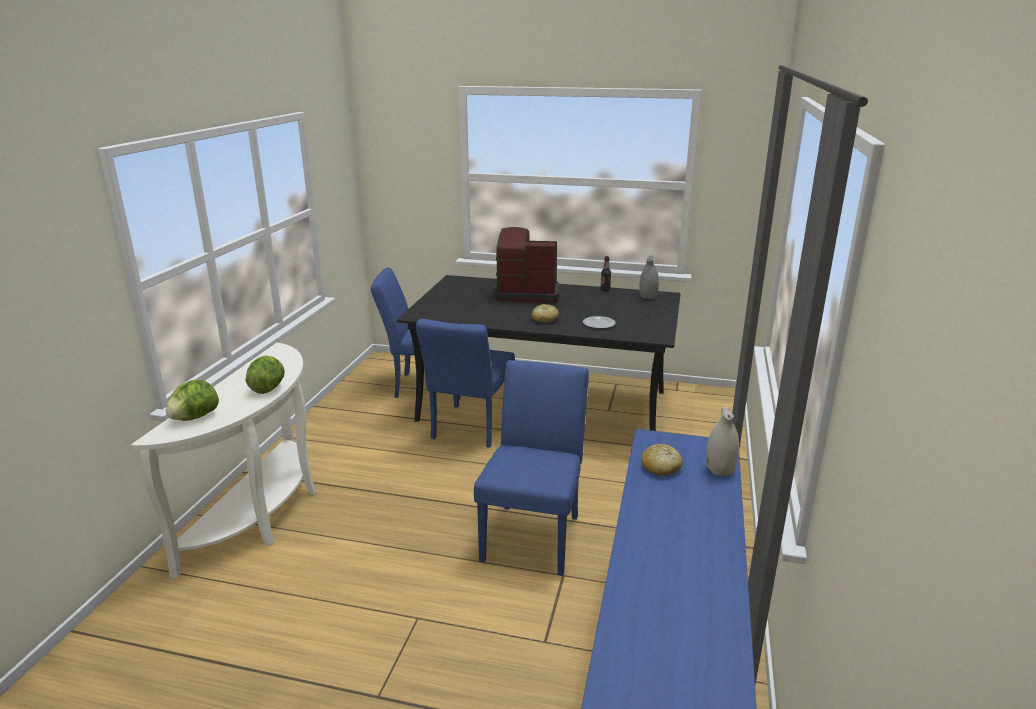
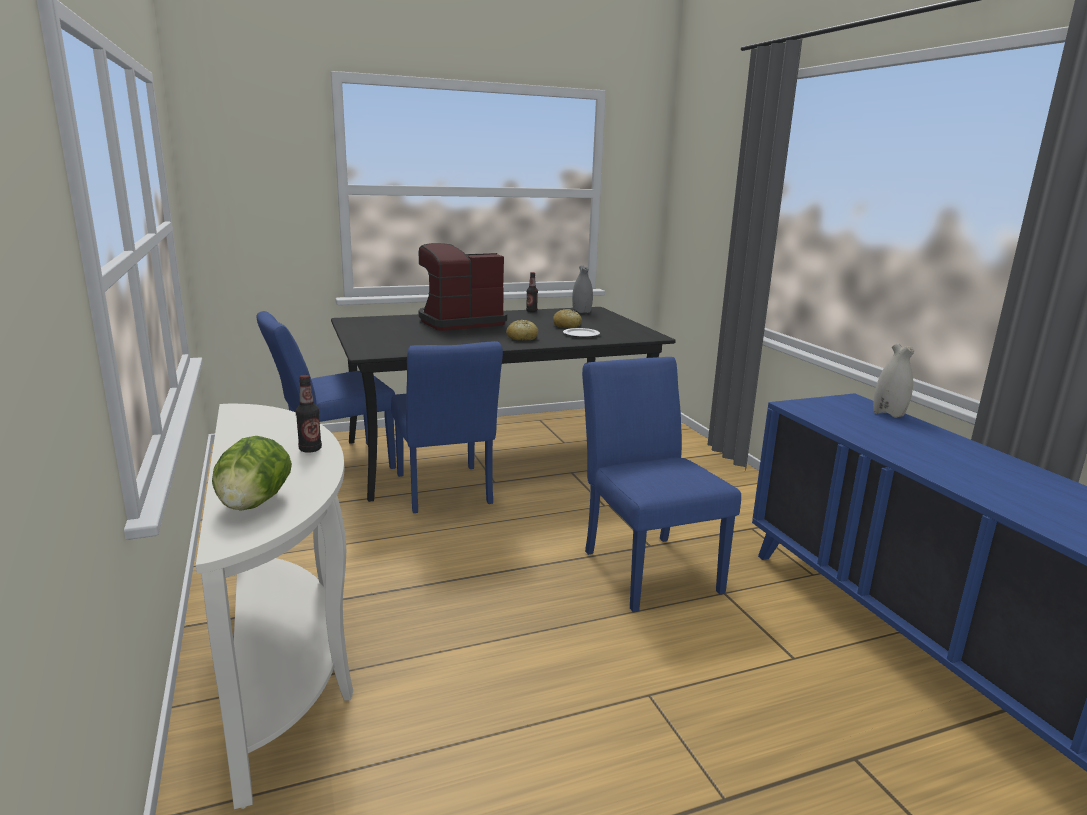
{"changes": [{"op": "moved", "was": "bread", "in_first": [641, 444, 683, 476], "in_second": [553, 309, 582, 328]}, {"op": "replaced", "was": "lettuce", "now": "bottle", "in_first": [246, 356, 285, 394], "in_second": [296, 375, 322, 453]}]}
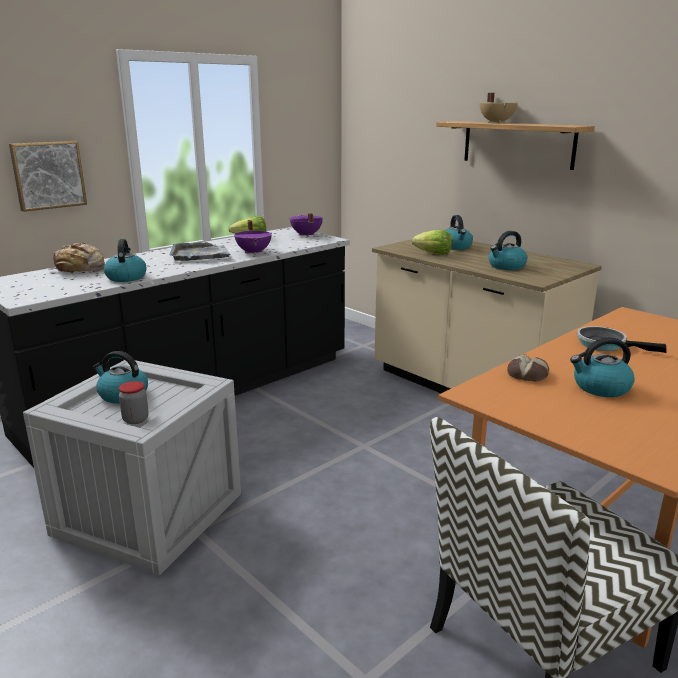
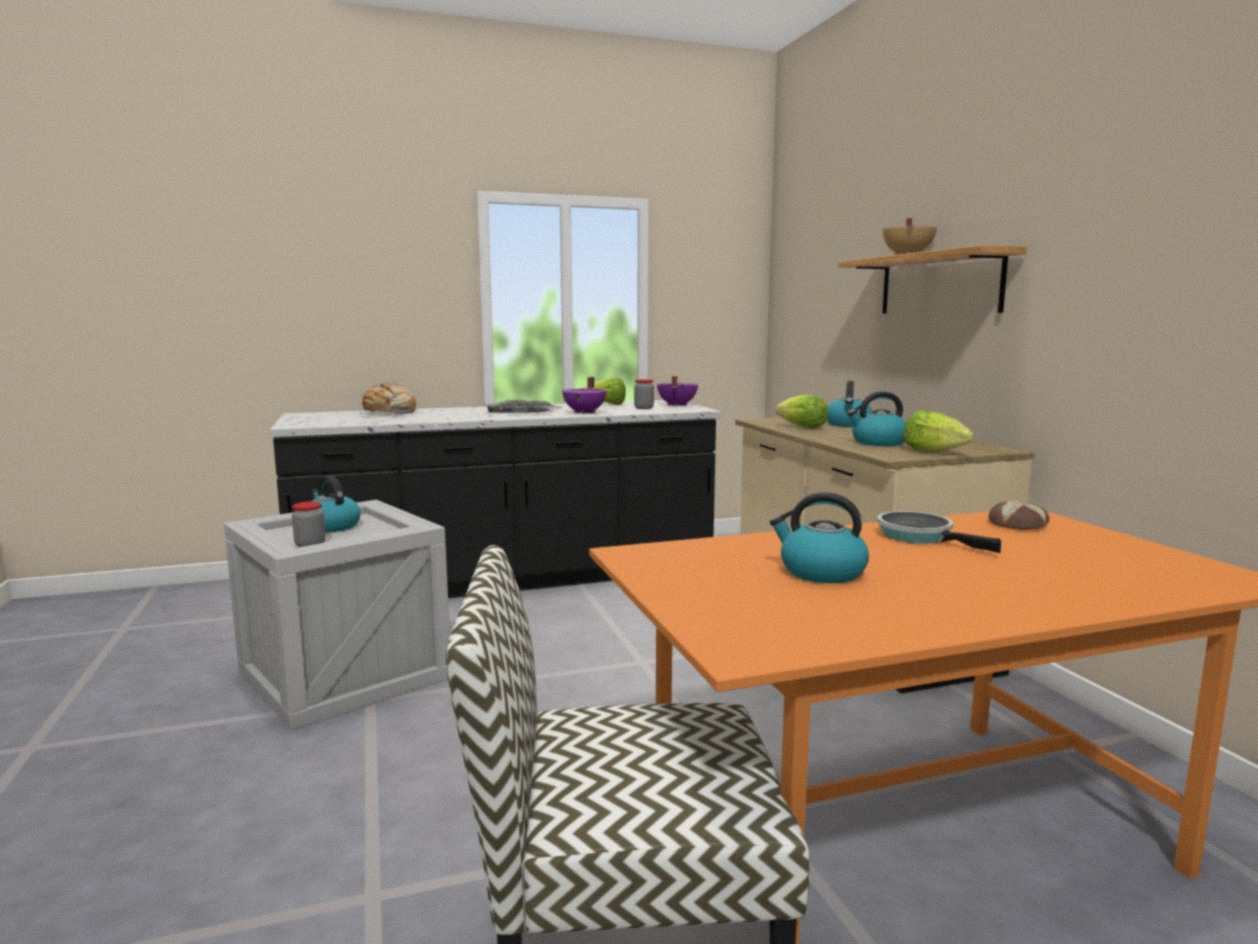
{"changes": [{"op": "removed", "was": "picture", "in_first": [9, 141, 87, 212]}, {"op": "removed", "was": "kettle", "in_first": [104, 239, 147, 282]}, {"op": "added", "now": "jar", "in_second": [634, 379, 654, 409]}, {"op": "added", "now": "lettuce", "in_second": [903, 410, 973, 452]}, {"op": "moved", "was": "bread", "in_first": [507, 354, 549, 382], "in_second": [988, 499, 1049, 530]}]}
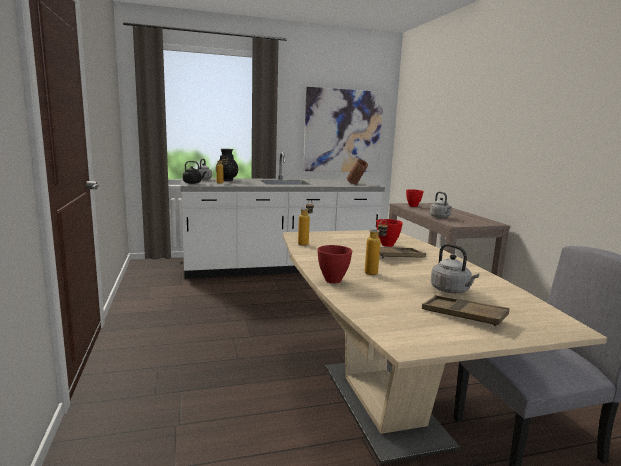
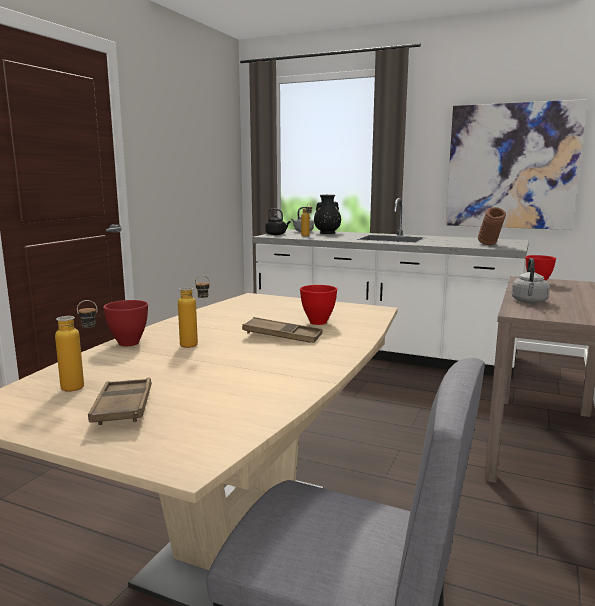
{"changes": [{"op": "removed", "was": "grey_kettle", "in_first": [431, 244, 479, 293]}, {"op": "moved", "was": "bottle", "in_first": [298, 200, 314, 246], "in_second": [55, 300, 98, 392]}]}
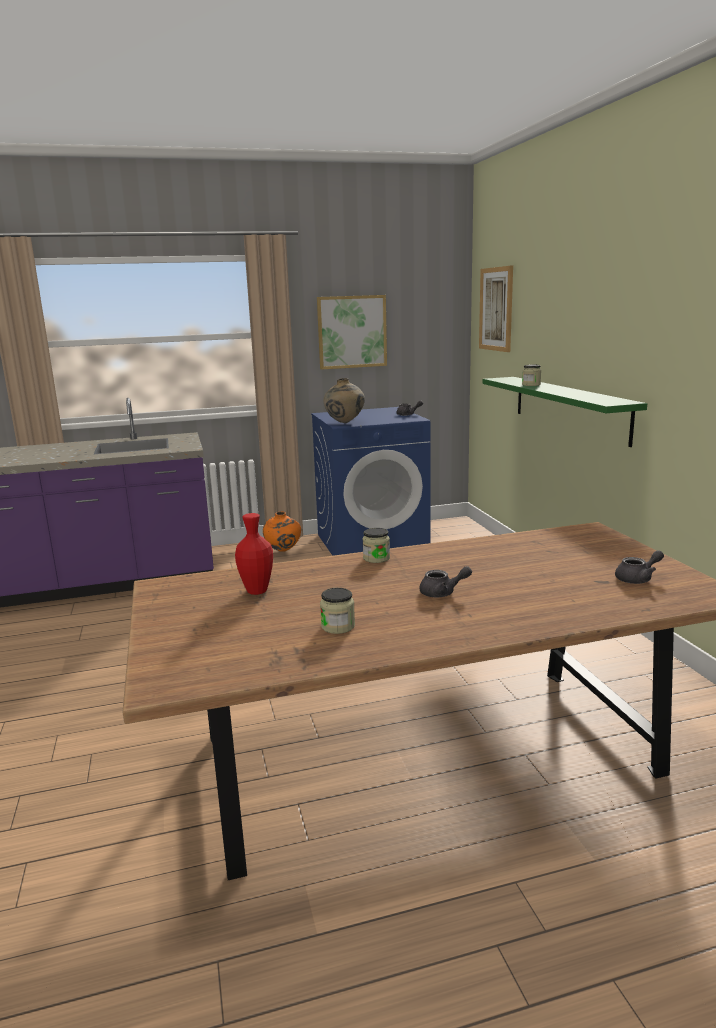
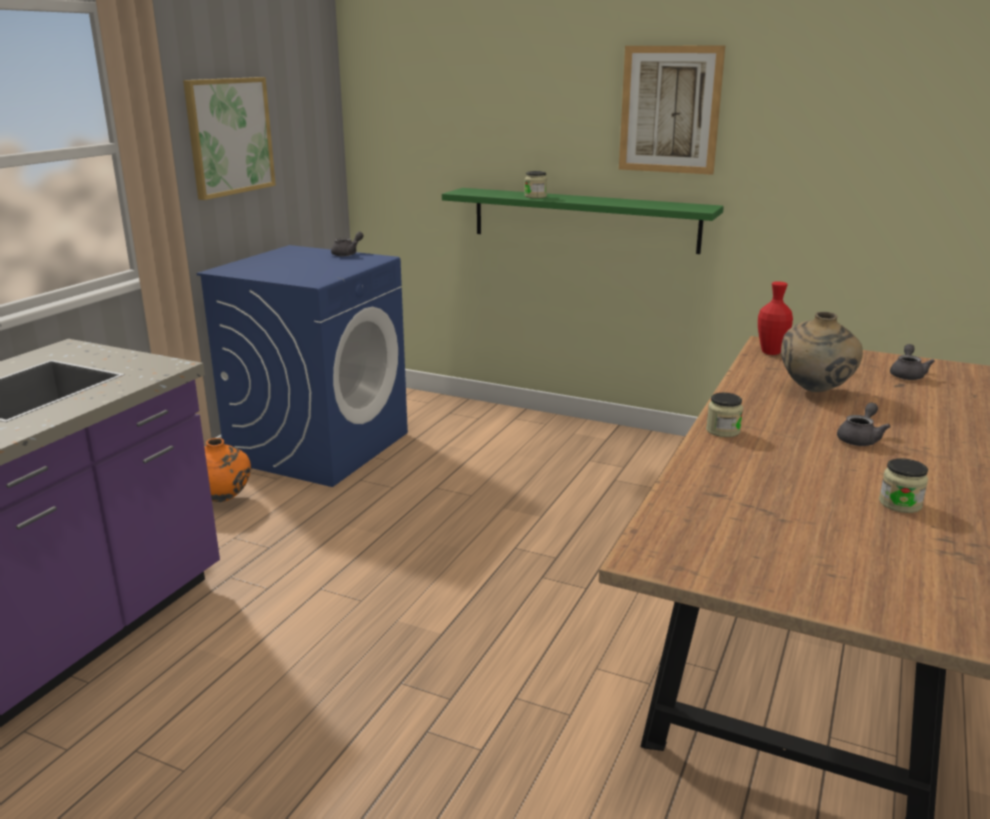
{"changes": [{"op": "moved", "was": "red_vase", "in_first": [235, 513, 273, 595], "in_second": [758, 281, 793, 355]}, {"op": "moved", "was": "beige_vase", "in_first": [324, 378, 365, 423], "in_second": [781, 312, 863, 392]}, {"op": "moved", "was": "picture", "in_first": [479, 265, 513, 352], "in_second": [619, 46, 725, 175]}]}
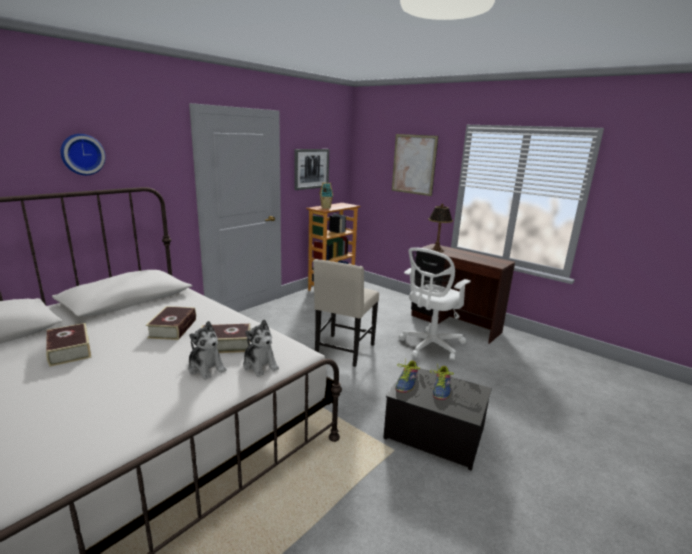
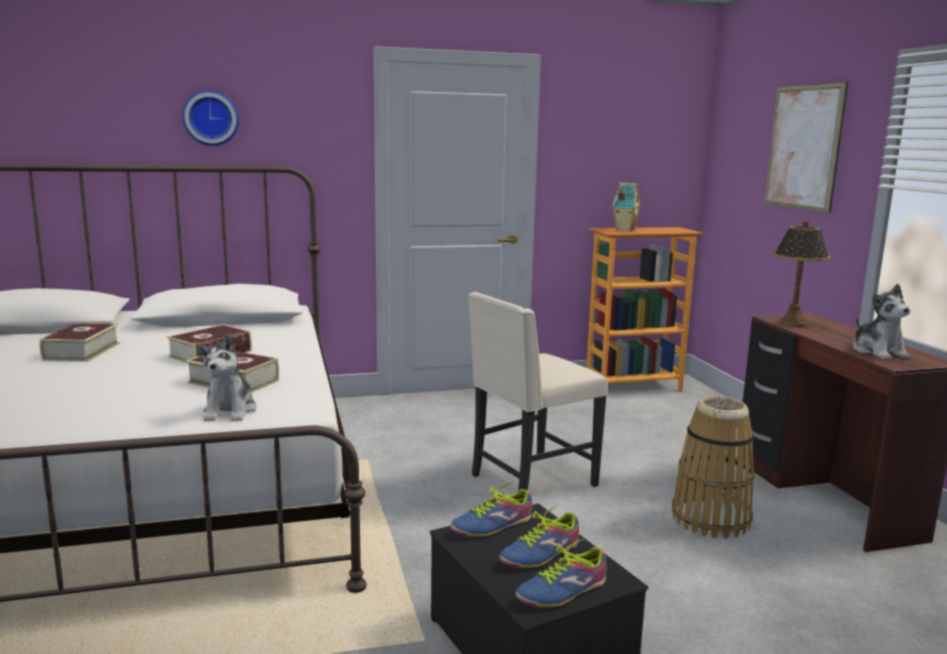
{"changes": [{"op": "removed", "was": "picture", "in_first": [294, 149, 329, 190]}, {"op": "added", "now": "shoe", "in_second": [516, 537, 607, 607]}, {"op": "moved", "was": "plush_toy", "in_first": [188, 321, 227, 380], "in_second": [853, 284, 910, 359]}, {"op": "replaced", "was": "white_office_chair", "now": "basket", "in_first": [399, 247, 471, 361], "in_second": [672, 396, 755, 539]}]}
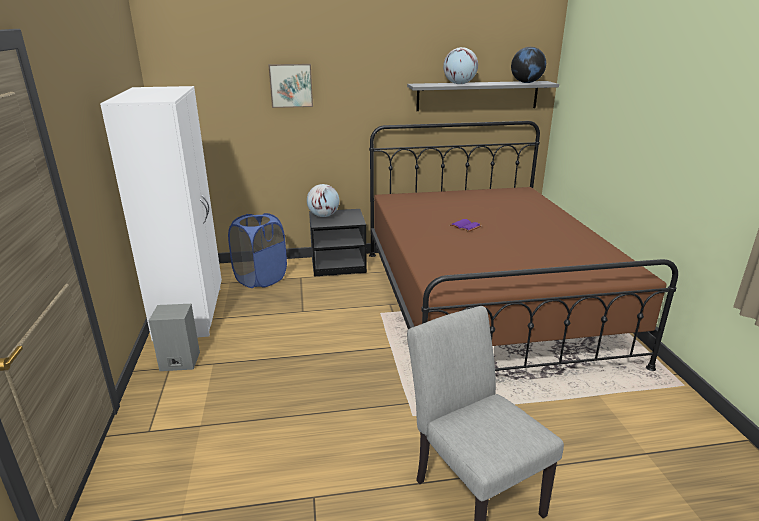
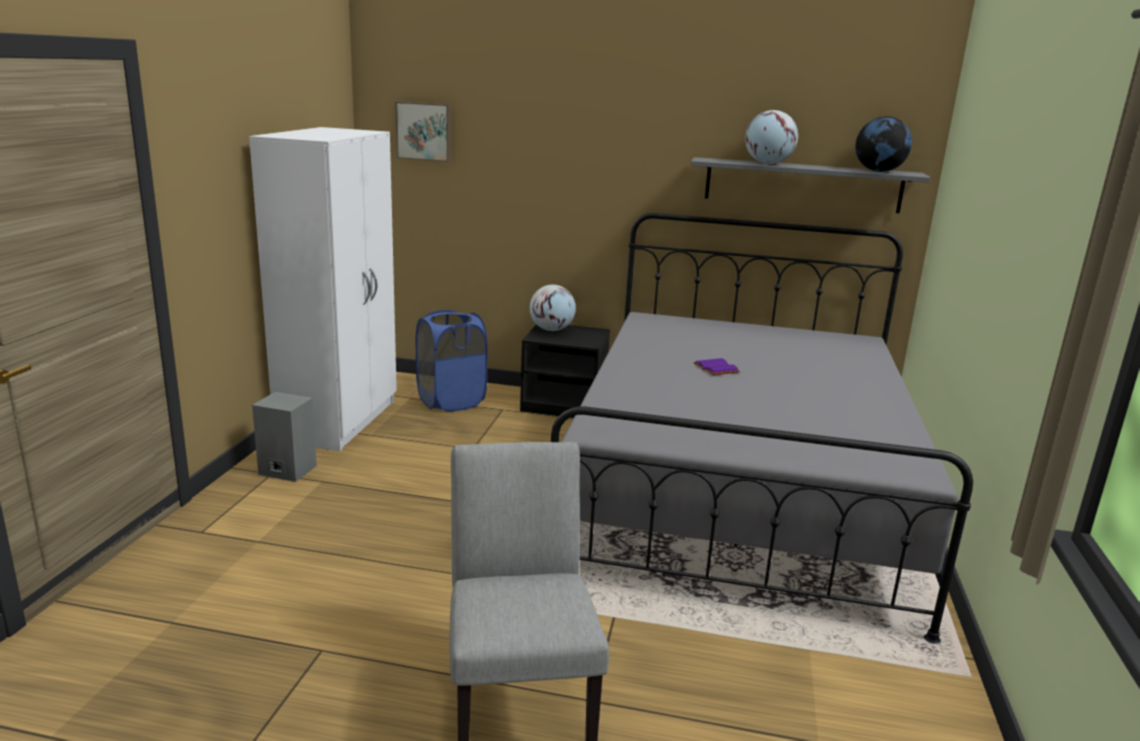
{"changes": [{"op": "moved", "was": "picture", "in_first": [269, 64, 313, 108], "in_second": [395, 101, 450, 162]}, {"op": "recoloured", "was": "brown_bed", "now": "grey_bed", "in_first": [369, 121, 678, 371], "in_second": [551, 213, 973, 644]}]}
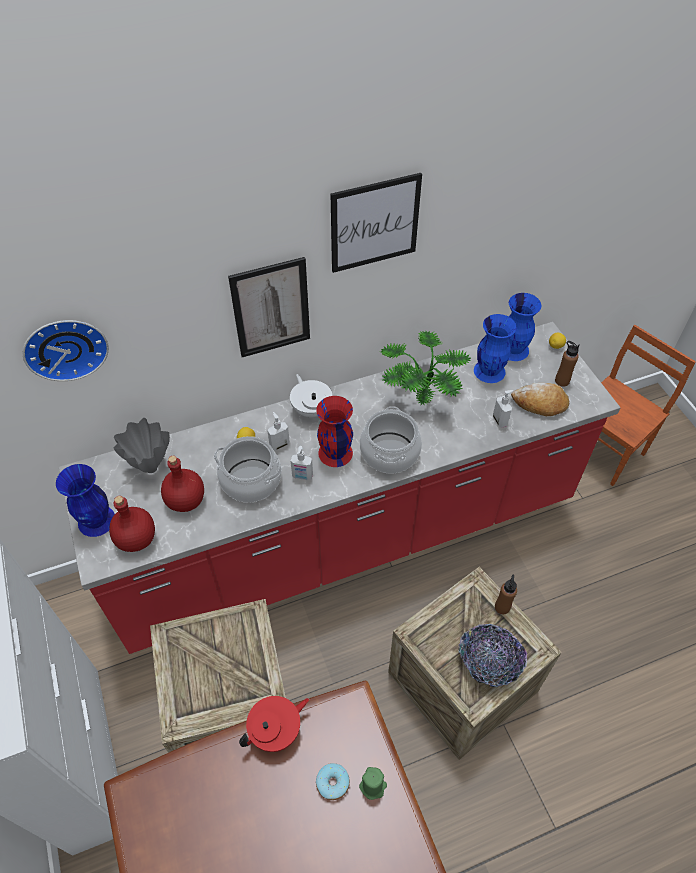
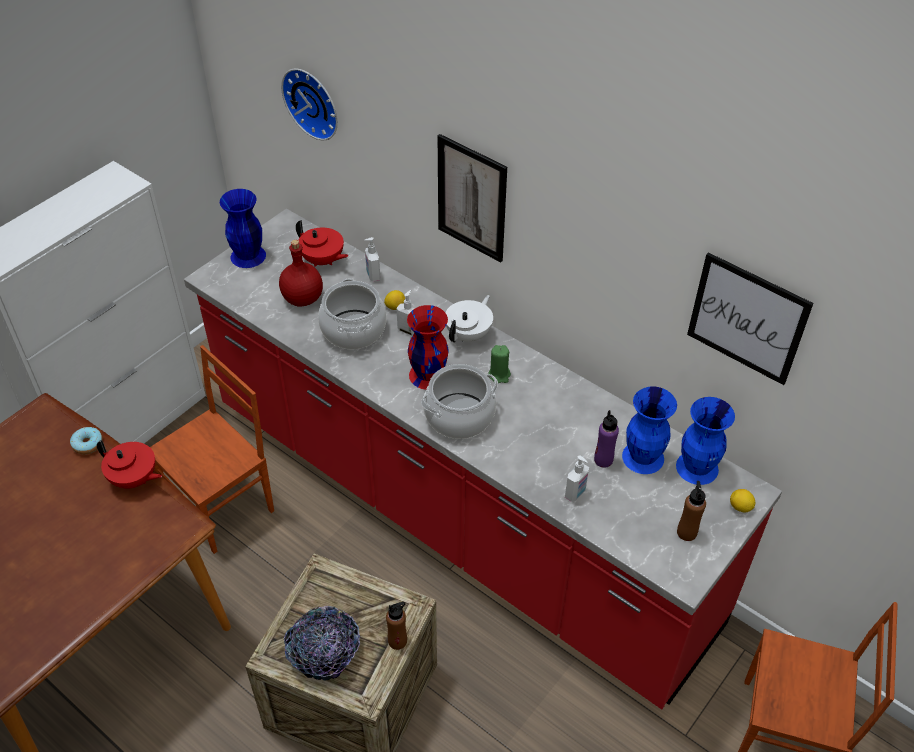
{"changes": [{"op": "removed", "was": "red_bottle", "in_first": [109, 496, 155, 552]}, {"op": "removed", "was": "potted_plant", "in_first": [380, 331, 471, 406]}, {"op": "removed", "was": "bread", "in_first": [511, 383, 569, 416]}, {"op": "added", "now": "purple_bottle", "in_second": [594, 410, 619, 468]}, {"op": "moved", "was": "soap_dispenser", "in_first": [291, 446, 313, 481], "in_second": [364, 237, 380, 282]}, {"op": "moved", "was": "donut", "in_first": [316, 763, 350, 800], "in_second": [70, 427, 103, 454]}, {"op": "moved", "was": "picture", "in_first": [331, 173, 422, 273], "in_second": [687, 252, 813, 385]}, {"op": "moved", "was": "green_candle", "in_first": [359, 767, 387, 800], "in_second": [488, 345, 511, 383]}, {"op": "replaced", "was": "grey_vase", "now": "red_teapot", "in_first": [114, 418, 170, 473], "in_second": [296, 220, 349, 267]}, {"op": "replaced", "was": "crate", "now": "brown_chair", "in_first": [150, 599, 286, 753], "in_second": [150, 345, 274, 554]}]}
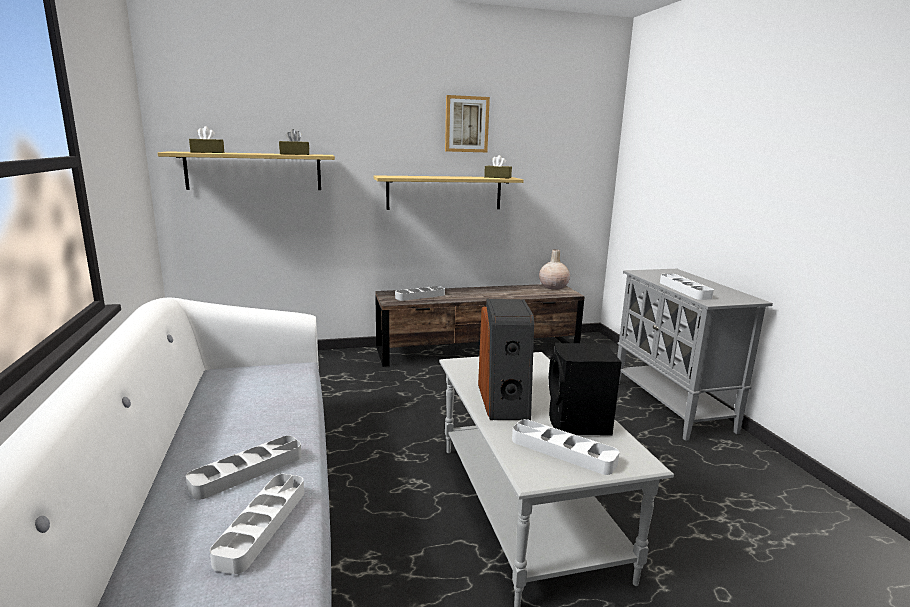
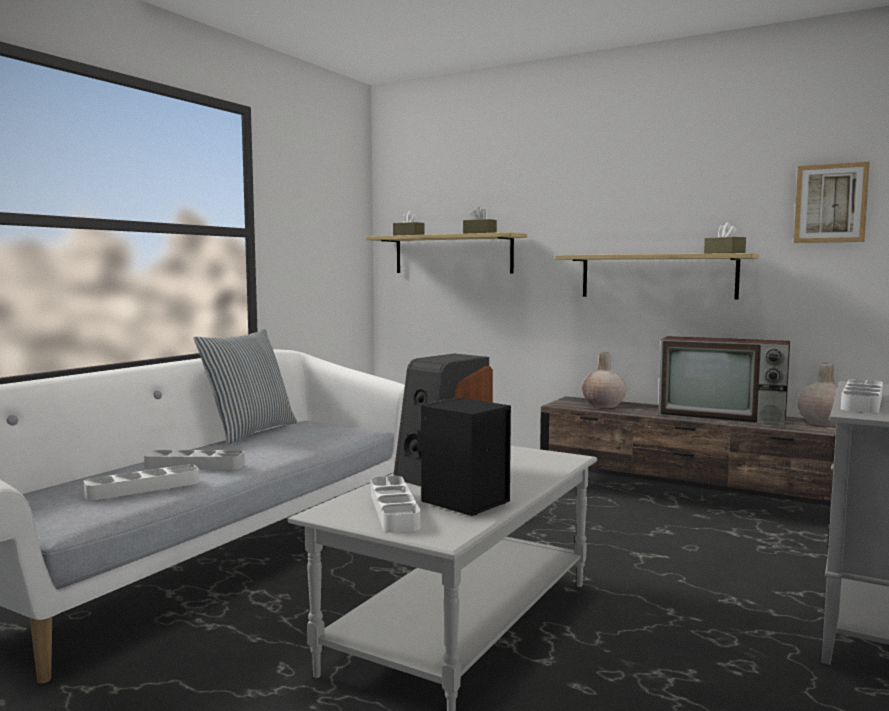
{"changes": [{"op": "added", "now": "pillow", "in_second": [193, 328, 297, 444]}, {"op": "added", "now": "television", "in_second": [658, 336, 790, 426]}, {"op": "moved", "was": "picture", "in_first": [445, 95, 490, 152], "in_second": [794, 162, 870, 243]}, {"op": "replaced", "was": "grey_tray", "now": "beige_vase", "in_first": [395, 286, 445, 301], "in_second": [582, 352, 626, 408]}]}
